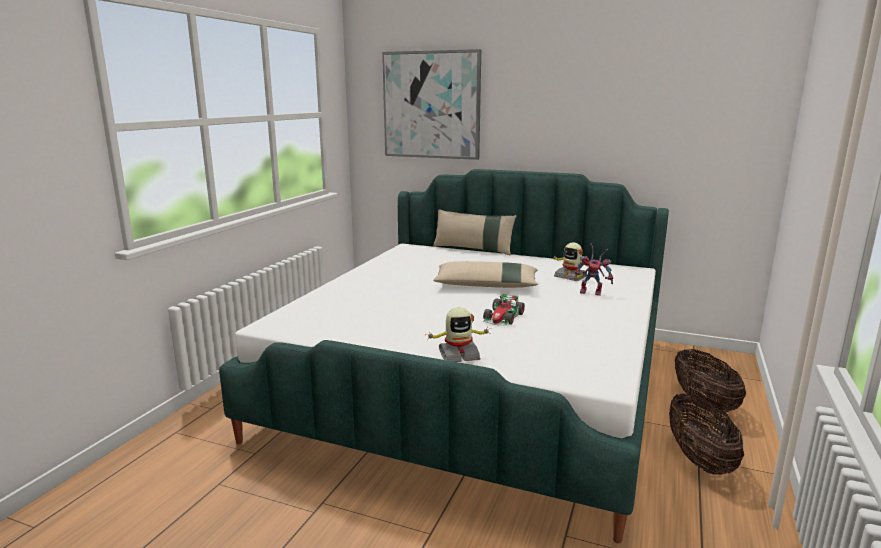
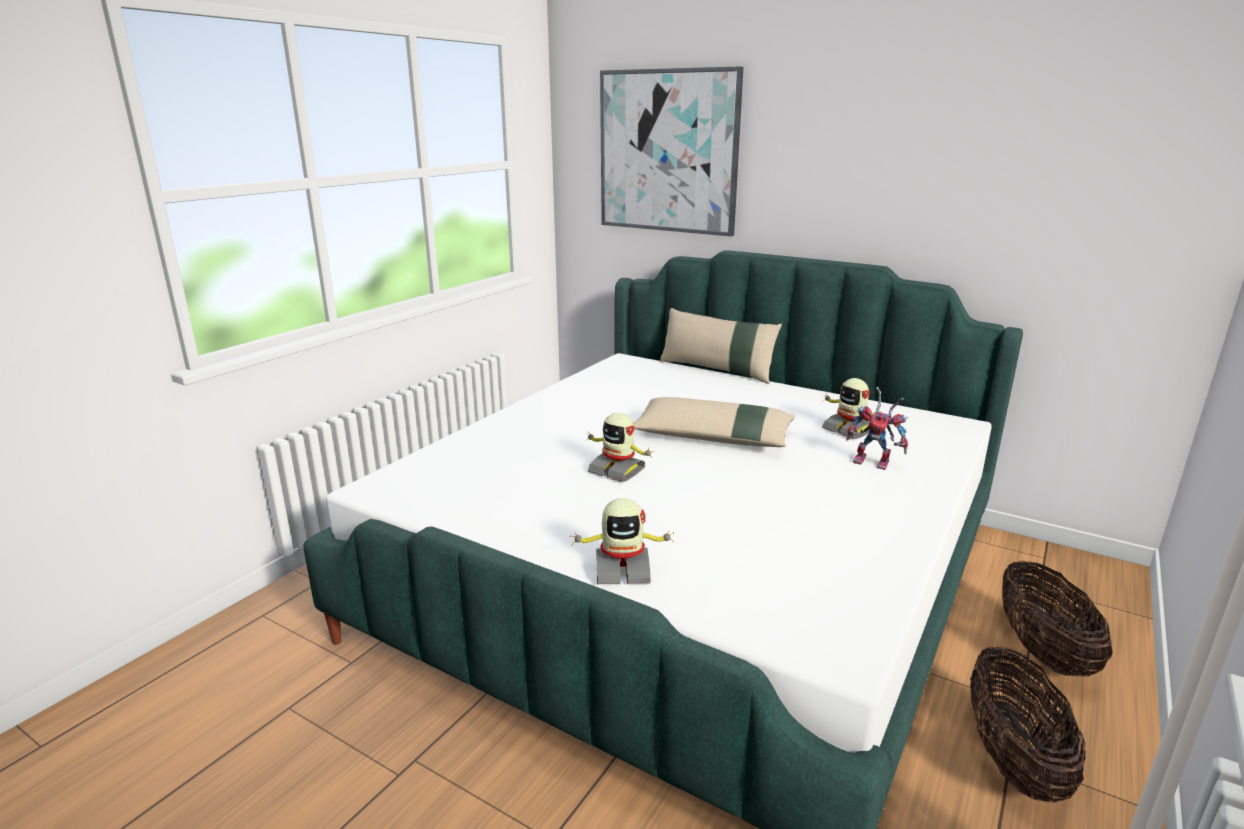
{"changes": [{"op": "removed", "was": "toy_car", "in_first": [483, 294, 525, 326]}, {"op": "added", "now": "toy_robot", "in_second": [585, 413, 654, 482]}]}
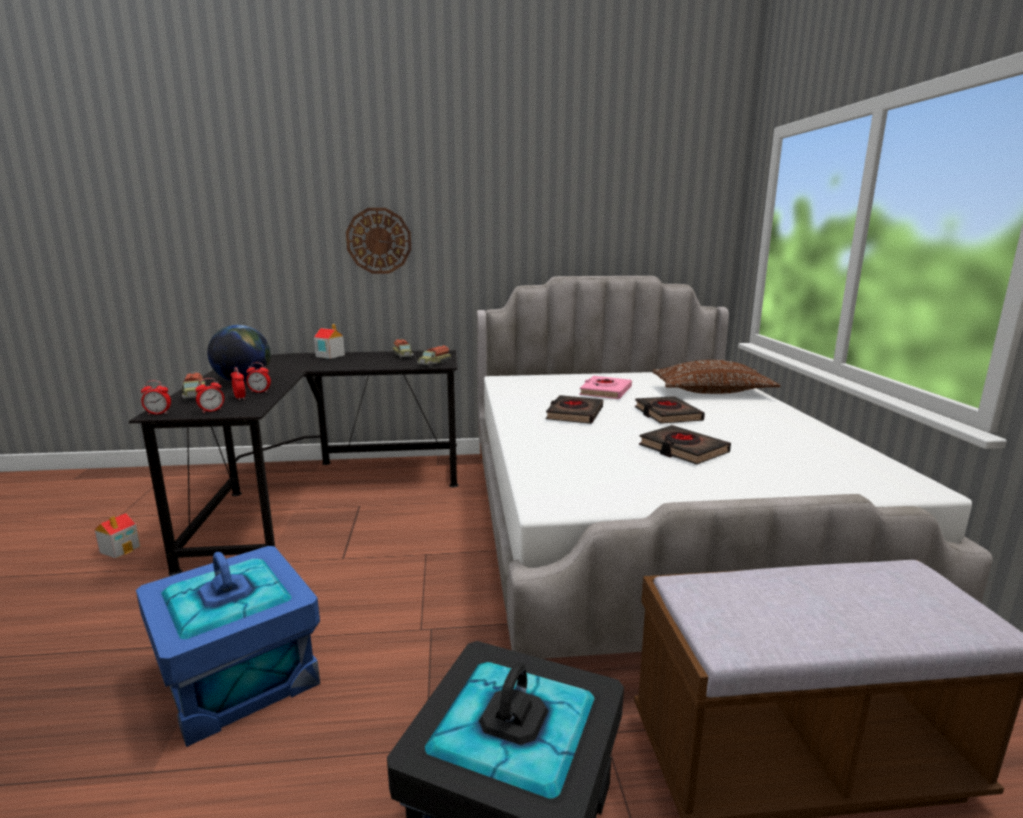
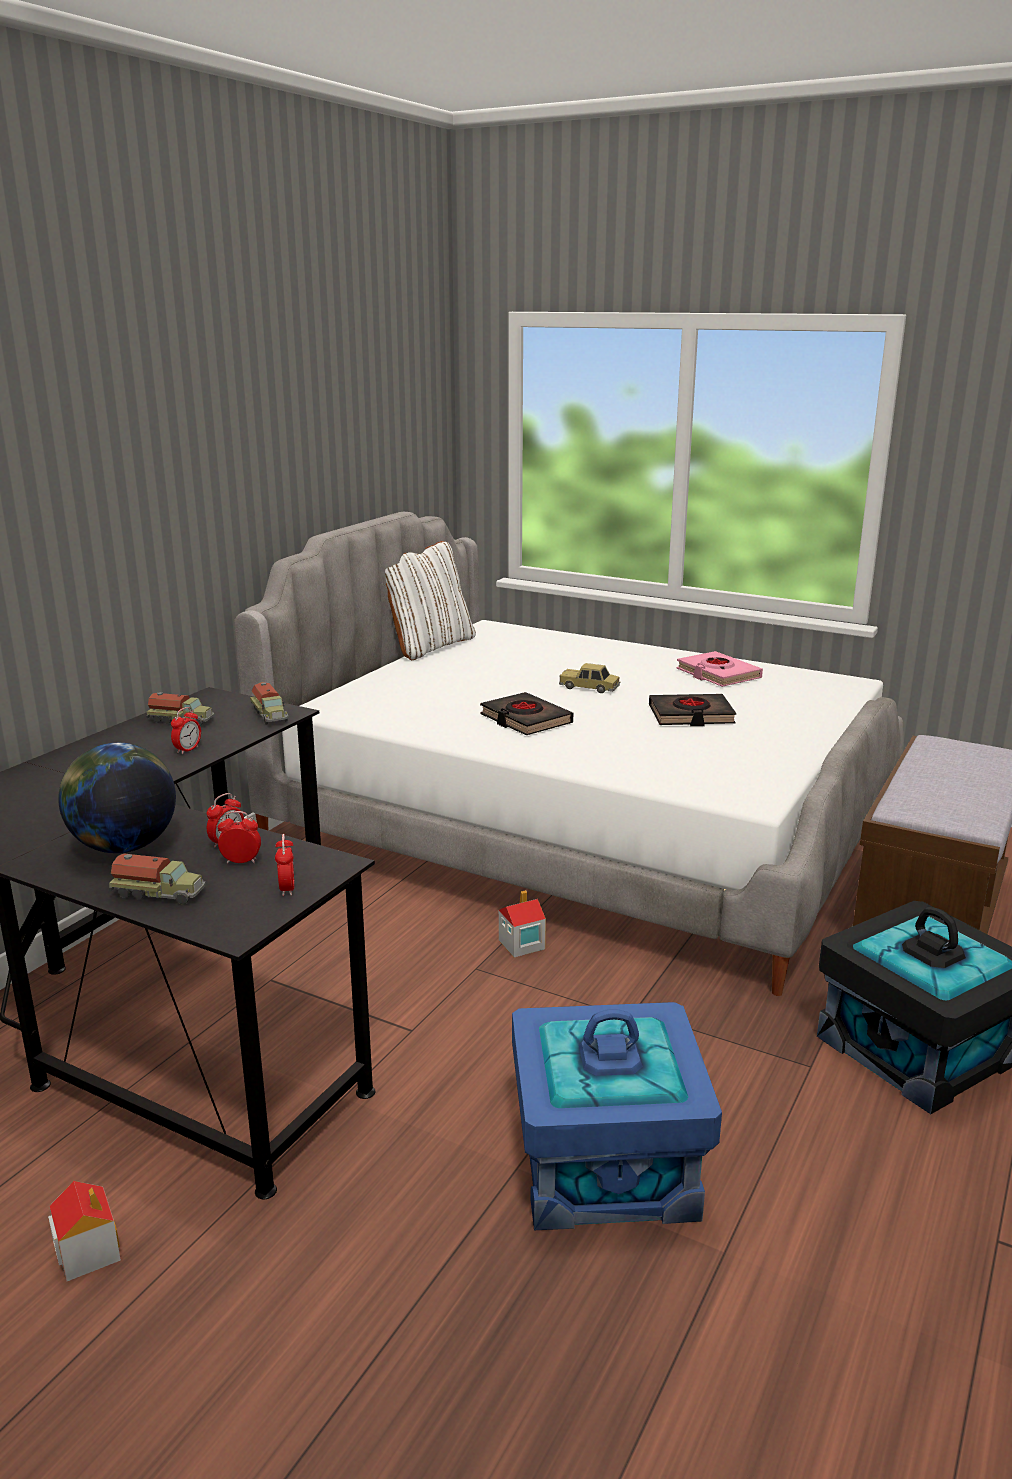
{"changes": [{"op": "removed", "was": "wall_clock", "in_first": [346, 208, 411, 274]}, {"op": "removed", "was": "brown_pillow", "in_first": [652, 360, 781, 394]}, {"op": "added", "now": "white_pillow", "in_second": [385, 541, 476, 660]}, {"op": "moved", "was": "alarm_clock", "in_first": [141, 381, 171, 415], "in_second": [171, 707, 201, 754]}, {"op": "moved", "was": "toy_house", "in_first": [314, 324, 345, 359], "in_second": [499, 890, 546, 957]}, {"op": "moved", "was": "pink_book", "in_first": [579, 376, 632, 399], "in_second": [677, 651, 763, 687]}, {"op": "replaced", "was": "black_book", "now": "toy_car", "in_first": [635, 396, 705, 424], "in_second": [559, 663, 620, 693]}]}
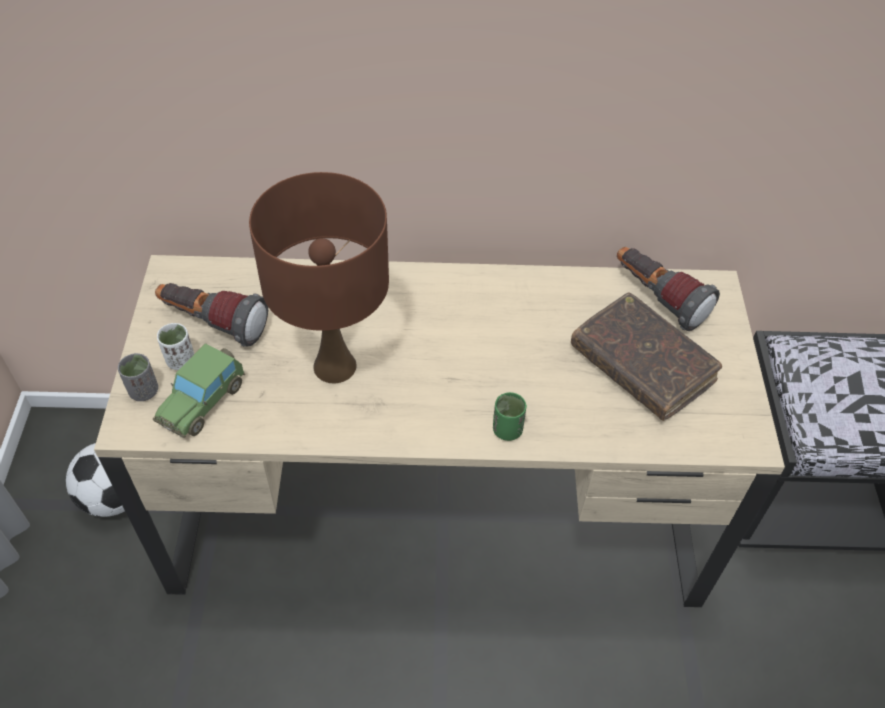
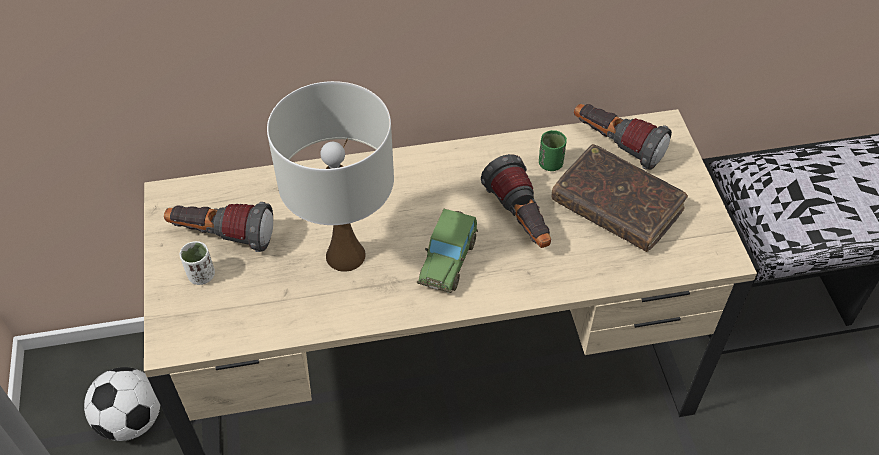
{"changes": [{"op": "removed", "was": "grey_cup", "in_first": [118, 353, 158, 401]}, {"op": "added", "now": "flashlight", "in_second": [481, 154, 551, 248]}, {"op": "moved", "was": "toy_car", "in_first": [153, 343, 245, 438], "in_second": [417, 209, 478, 293]}, {"op": "moved", "was": "green_cup", "in_first": [493, 392, 527, 441], "in_second": [539, 130, 567, 171]}, {"op": "recoloured", "was": "brown_table_lamp", "now": "white_table_lamp", "in_first": [249, 172, 389, 383], "in_second": [267, 81, 394, 272]}]}
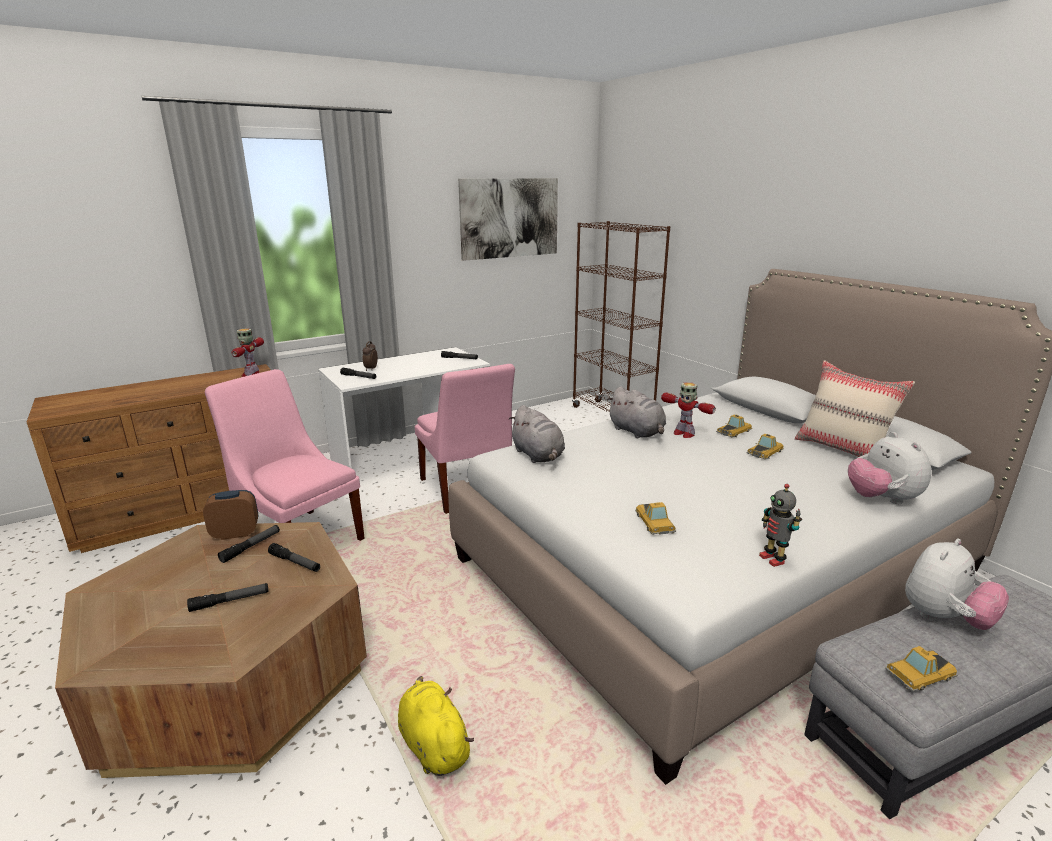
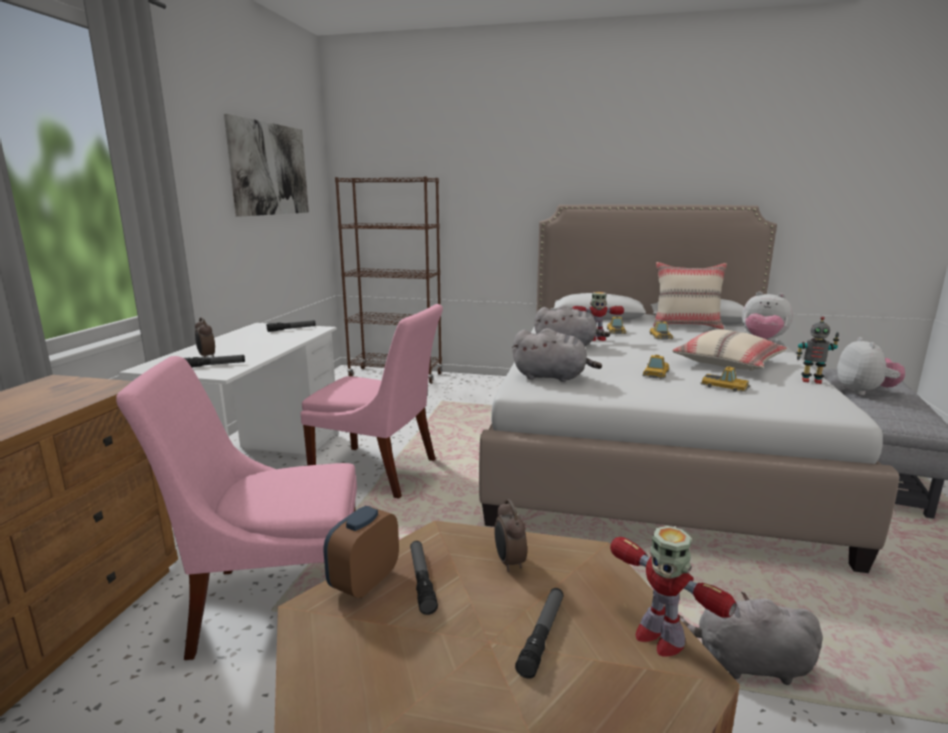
{"changes": [{"op": "added", "now": "beige_pillow", "in_second": [672, 329, 787, 371]}, {"op": "moved", "was": "toy_robot", "in_first": [232, 328, 264, 377], "in_second": [610, 526, 736, 656]}, {"op": "moved", "was": "toy_car", "in_first": [885, 646, 957, 692], "in_second": [642, 355, 670, 379]}, {"op": "replaced", "was": "flashlight", "now": "alarm_clock", "in_first": [268, 543, 320, 572], "in_second": [494, 499, 527, 572]}, {"op": "recoloured", "was": "yellow_plush_toy", "now": "grey_plush_toy", "in_first": [398, 676, 474, 776], "in_second": [679, 592, 823, 685]}]}
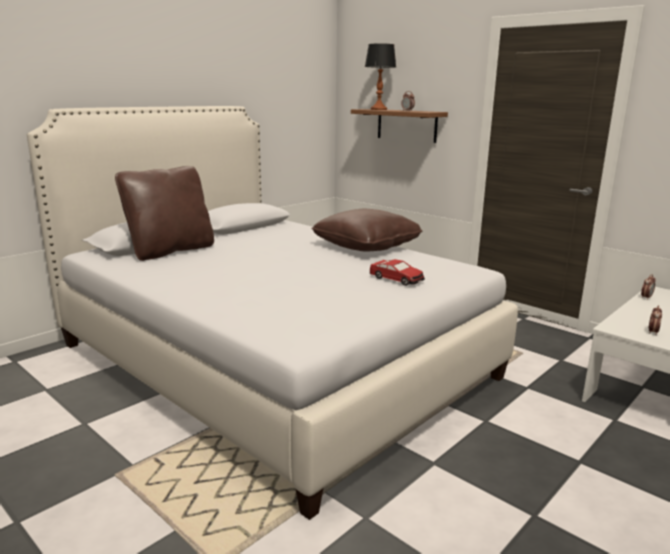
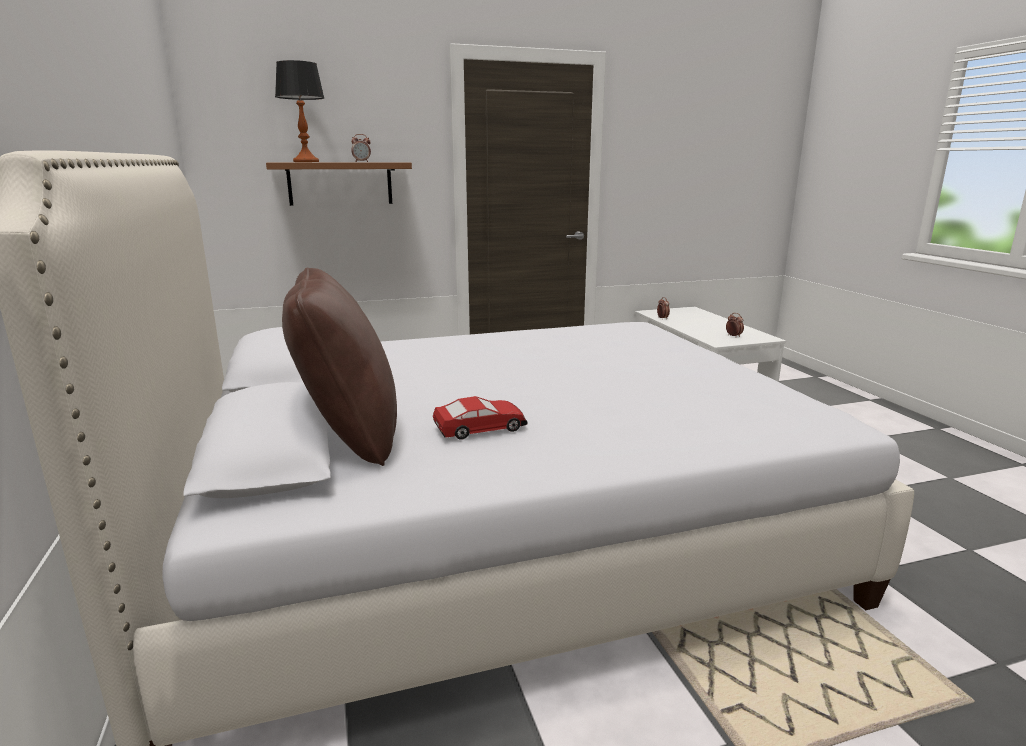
{"changes": [{"op": "removed", "was": "brown_pillow", "in_first": [311, 209, 422, 252]}, {"op": "moved", "was": "toy_car", "in_first": [370, 259, 425, 286], "in_second": [433, 396, 528, 440]}]}
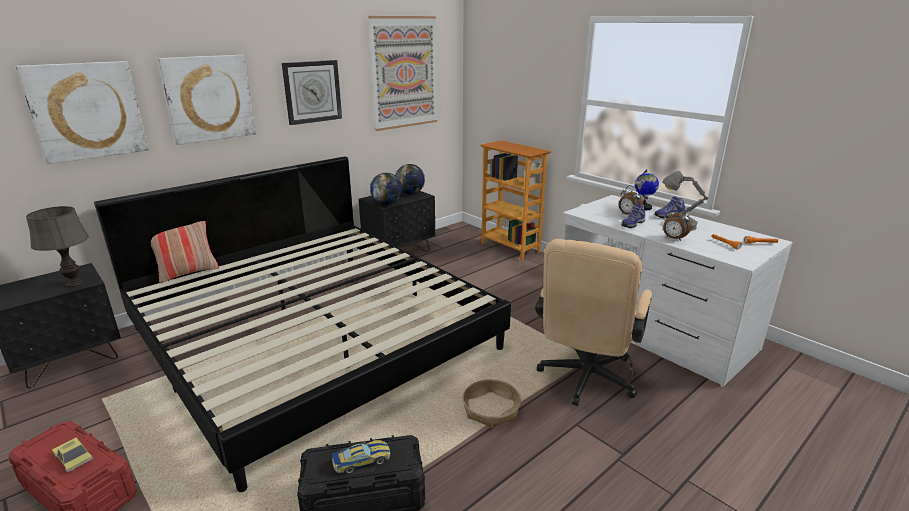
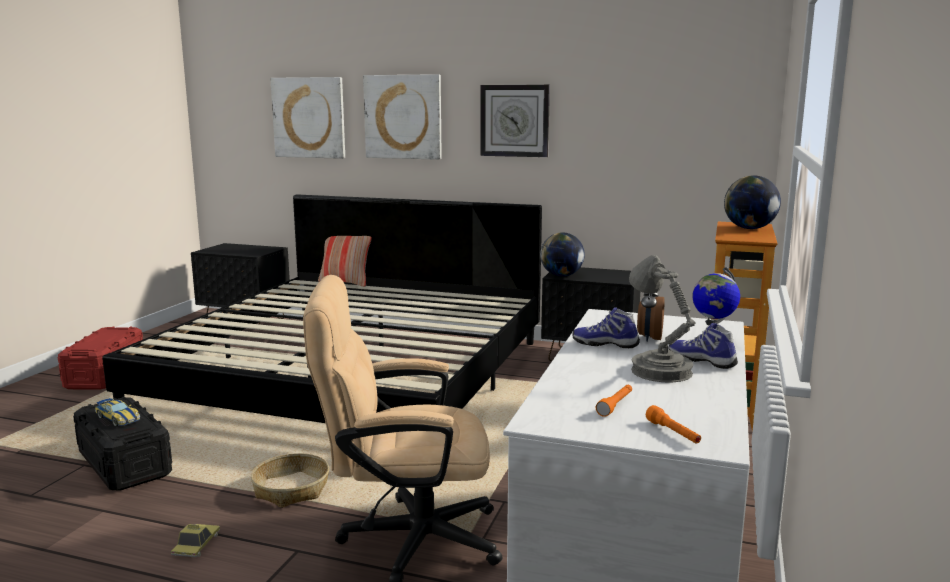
{"changes": [{"op": "removed", "was": "grey_table_lamp", "in_first": [26, 206, 89, 287]}, {"op": "removed", "was": "picture", "in_first": [369, 16, 437, 131]}, {"op": "removed", "was": "alarm_clock", "in_first": [663, 206, 692, 241]}, {"op": "moved", "was": "toy_car", "in_first": [52, 437, 93, 472], "in_second": [171, 524, 220, 557]}, {"op": "moved", "was": "globe", "in_first": [395, 164, 425, 194], "in_second": [724, 176, 781, 229]}]}
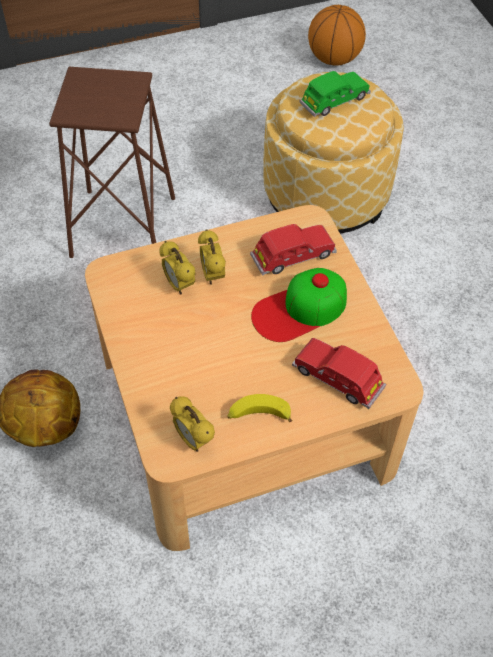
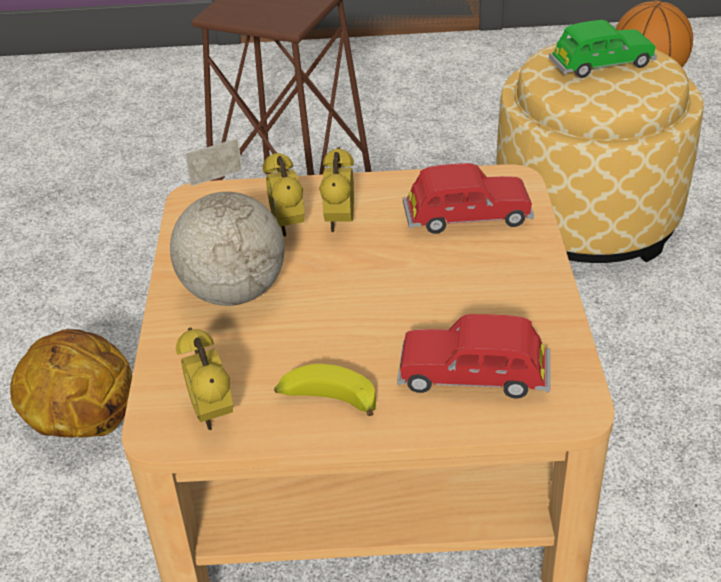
{"changes": [{"op": "removed", "was": "cap", "in_first": [251, 268, 347, 342]}, {"op": "added", "now": "globe", "in_second": [170, 138, 284, 306]}, {"op": "turned", "was": "red_toy_car", "in_first": [292, 338, 386, 409], "in_second": [397, 314, 550, 398], "clockwise": -45}]}
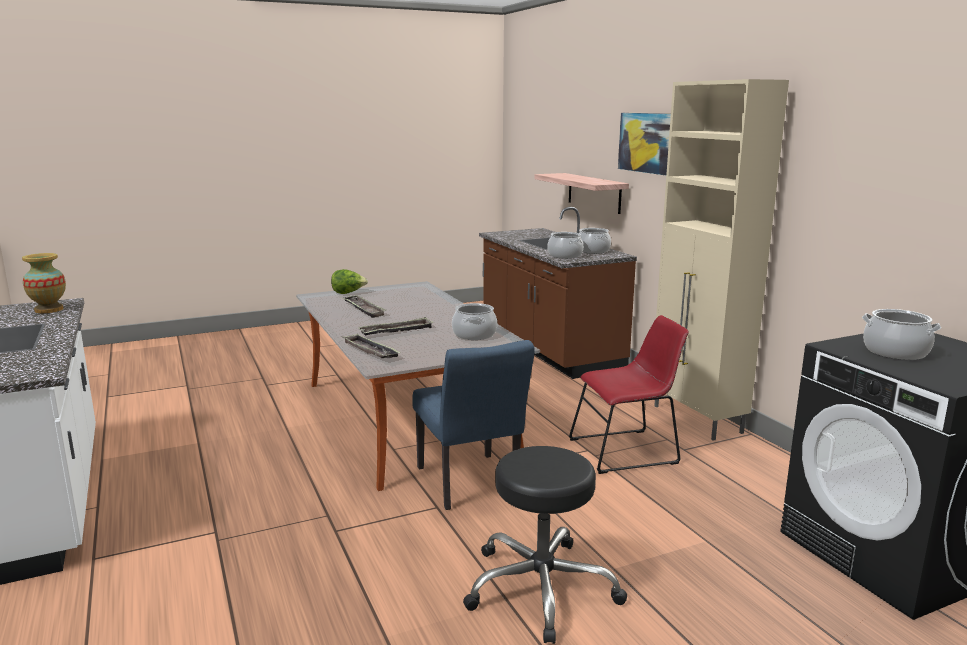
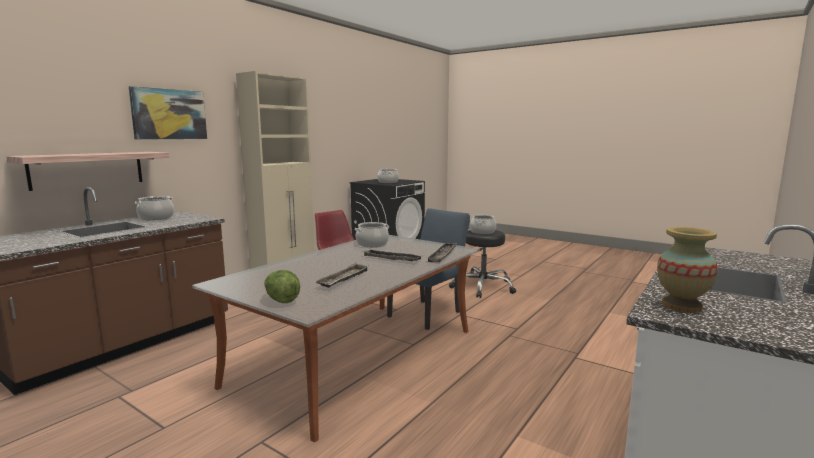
{"changes": [{"op": "moved", "was": "cooking_pot", "in_first": [547, 232, 583, 259], "in_second": [470, 215, 496, 234]}]}
